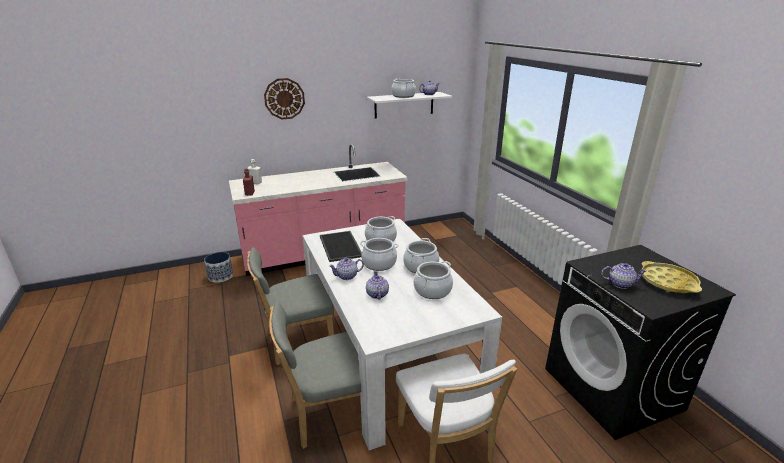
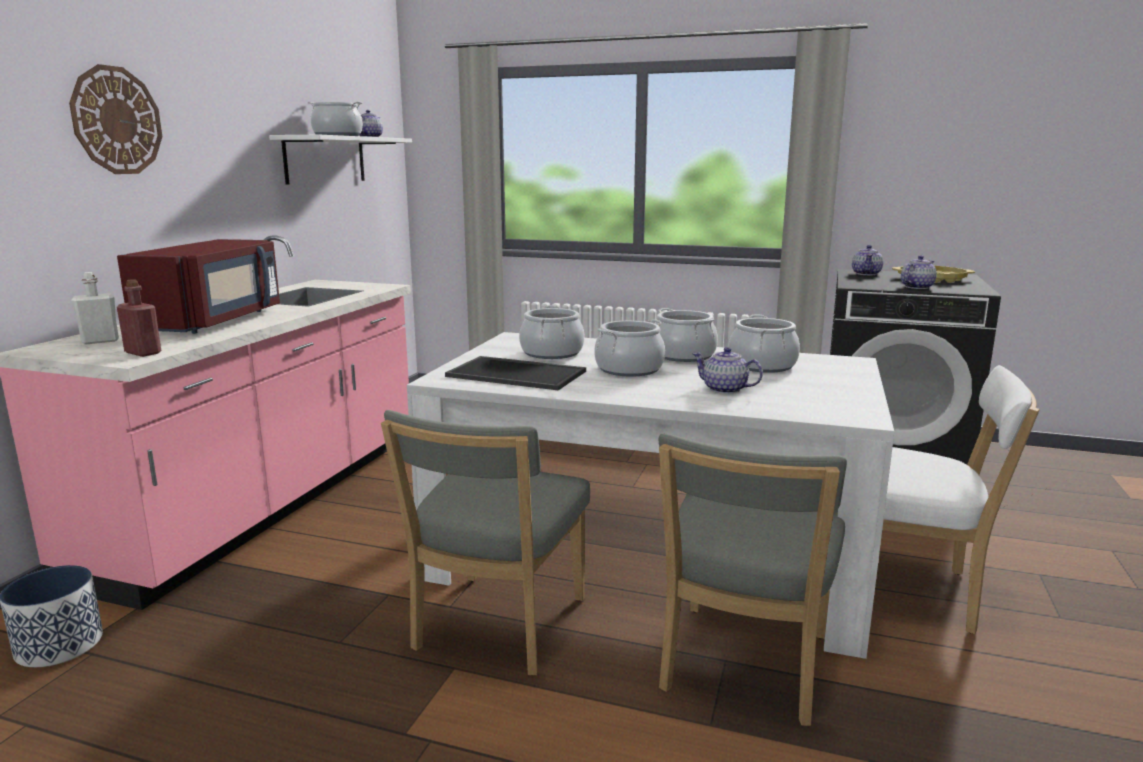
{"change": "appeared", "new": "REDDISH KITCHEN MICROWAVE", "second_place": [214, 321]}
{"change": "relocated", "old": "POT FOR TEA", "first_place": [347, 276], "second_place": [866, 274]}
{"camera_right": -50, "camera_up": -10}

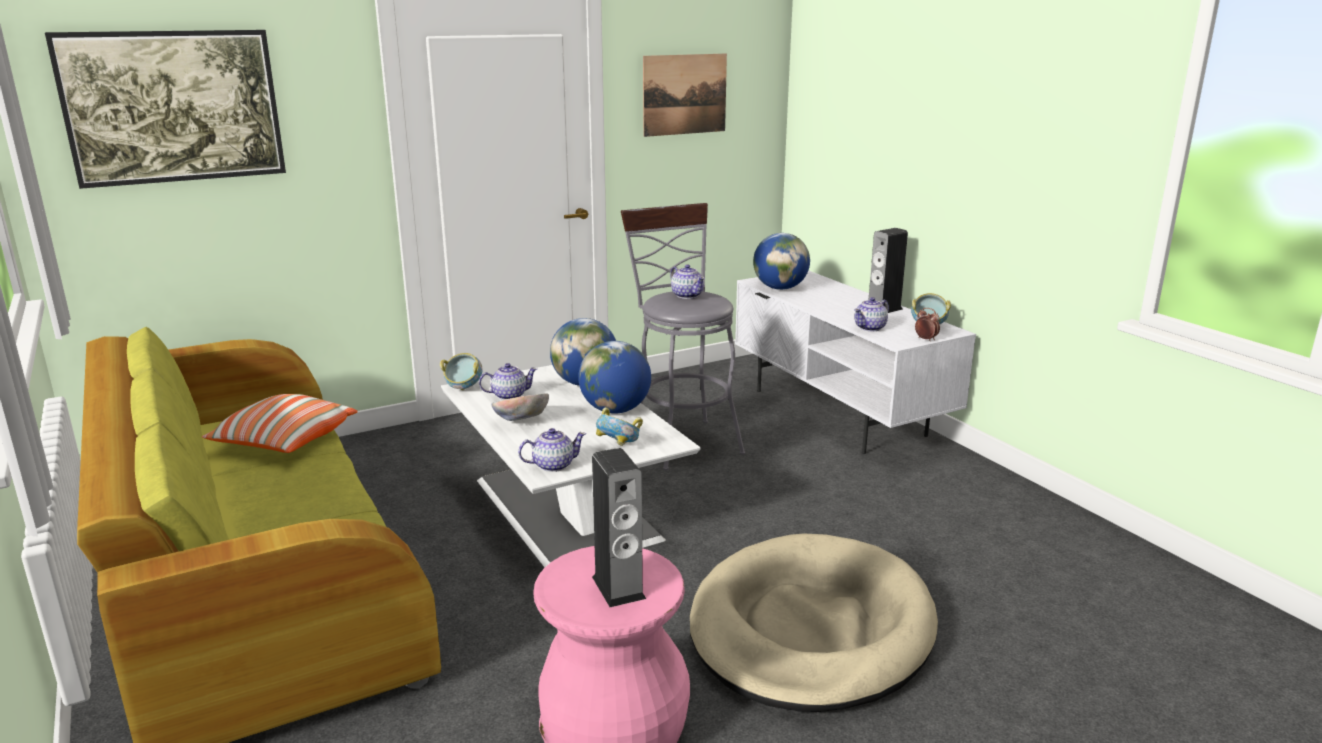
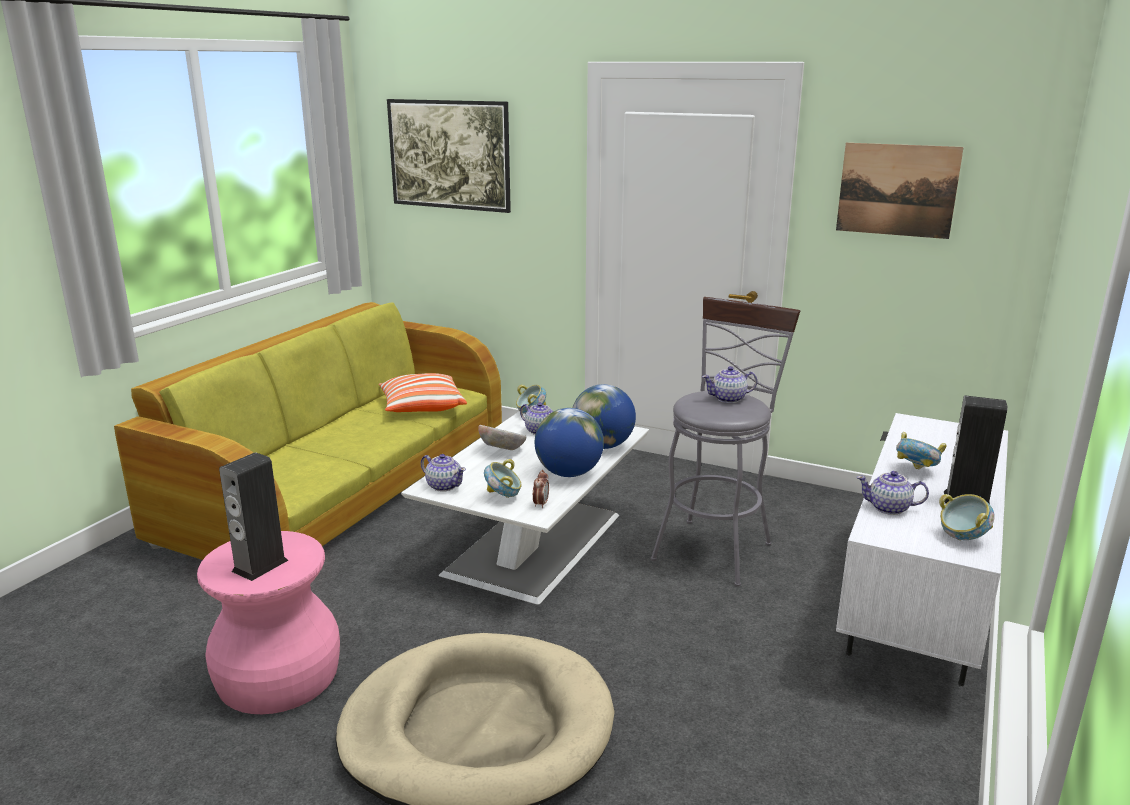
{"change": "missing", "old": "DESK GLOBE", "first_place": [780, 288]}
{"change": "appeared", "new": "DEEP DISH", "second_place": [916, 470]}
{"change": "relocated", "old": "ALARM CLOCK", "first_place": [925, 339], "second_place": [541, 504]}
{"change": "spun", "old": "POT FOR TEA", "first_place": [687, 295], "second_place": [729, 399], "degrees": 60}
{"camera_right": 55, "camera_up": 0}

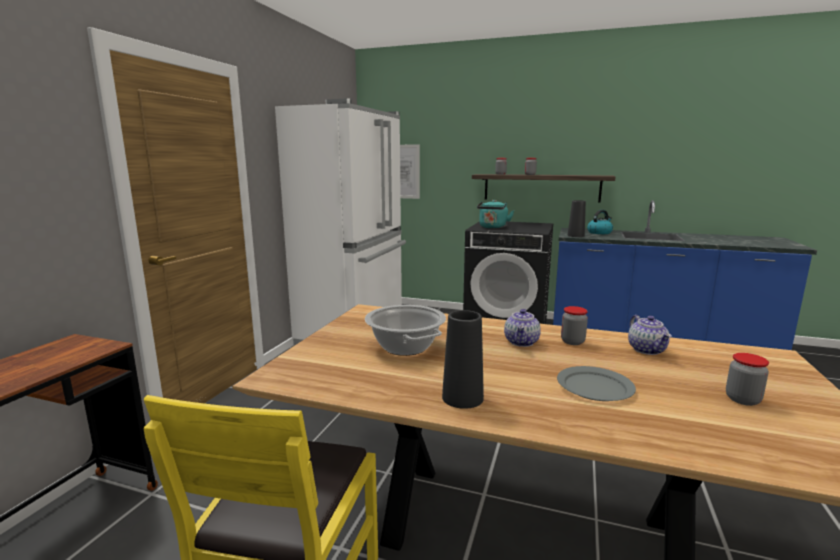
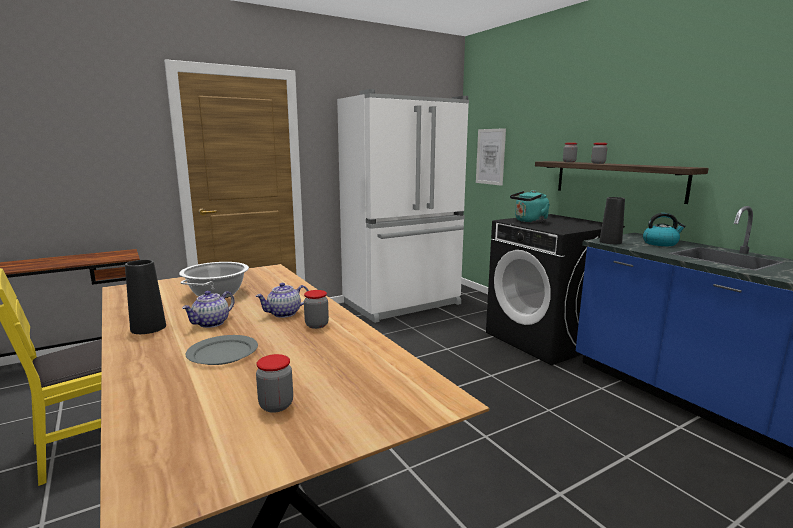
{"change": "relocated", "old": "POT FOR TEA", "first_place": [647, 350], "second_place": [211, 323]}
{"camera_right": 40, "camera_up": 0}

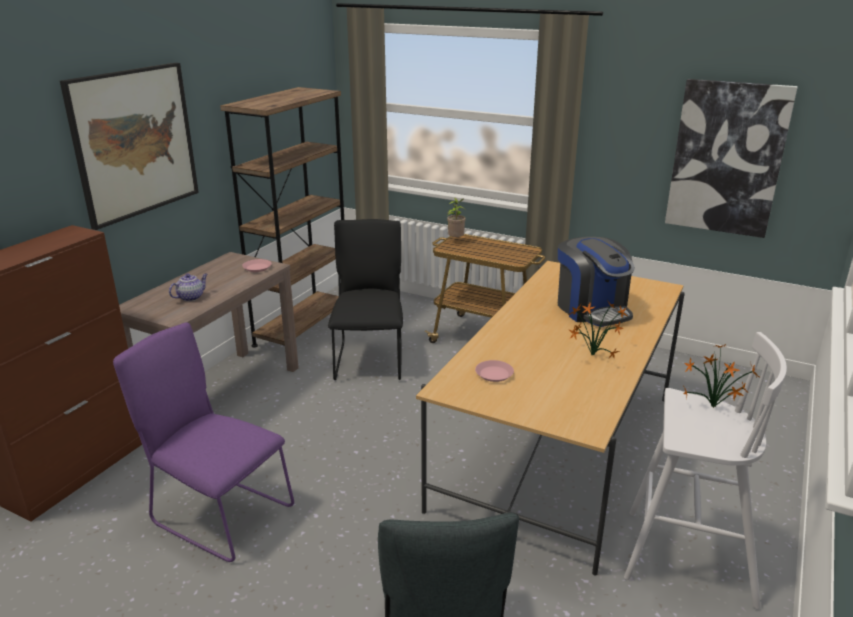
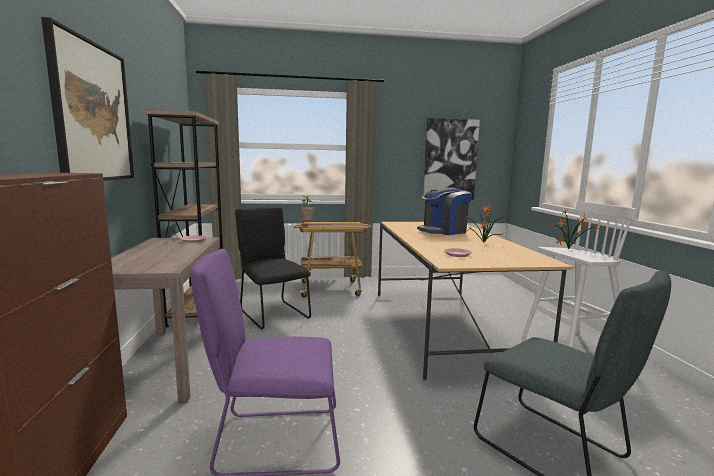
{"change": "missing", "old": "POT FOR TEA", "first_place": [191, 297]}
{"change": "spun", "old": "COFFEE BREWER", "first_place": [592, 309], "second_place": [443, 231], "degrees": 120}
{"camera_right": -35, "camera_up": -15}

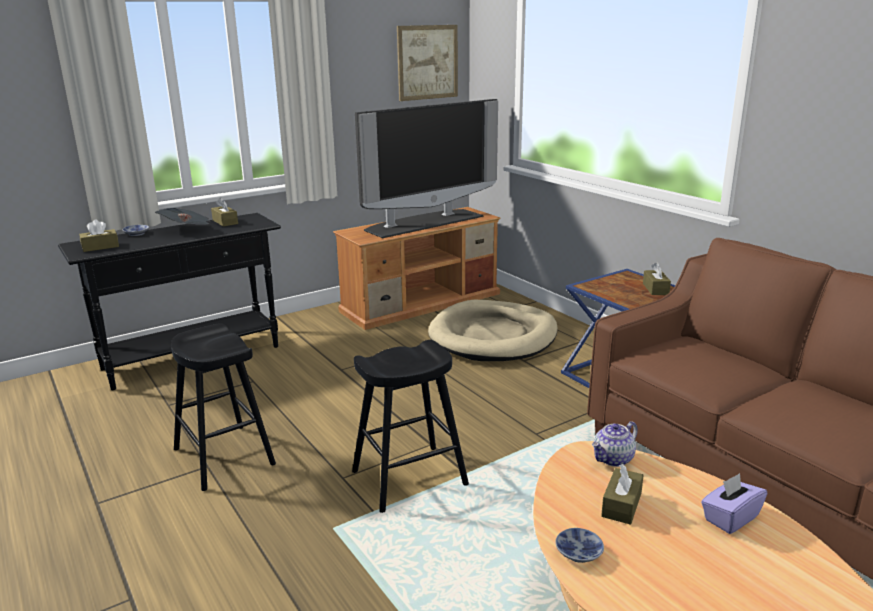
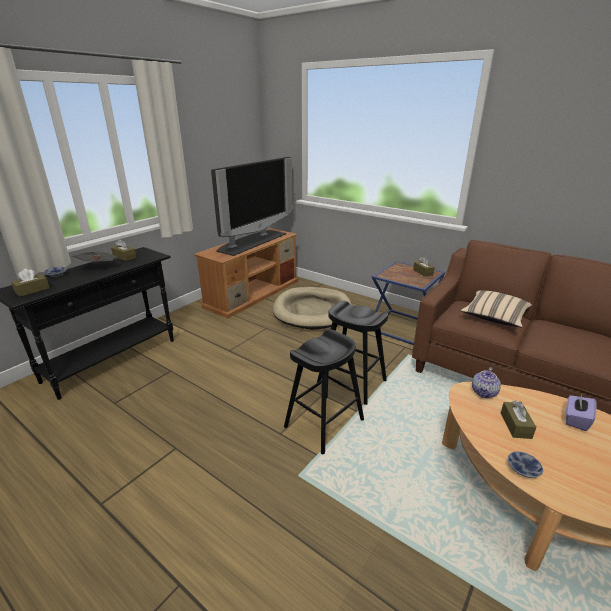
{"change": "missing", "old": "WALL ART", "first_place": [427, 62]}
{"change": "appeared", "new": "SAND-COLOURED PILLOW", "second_place": [494, 318]}
{"change": "relocated", "old": "BLACK STOOL SEAT", "first_place": [224, 457], "second_place": [351, 382]}
{"camera_right": -20, "camera_up": 5}

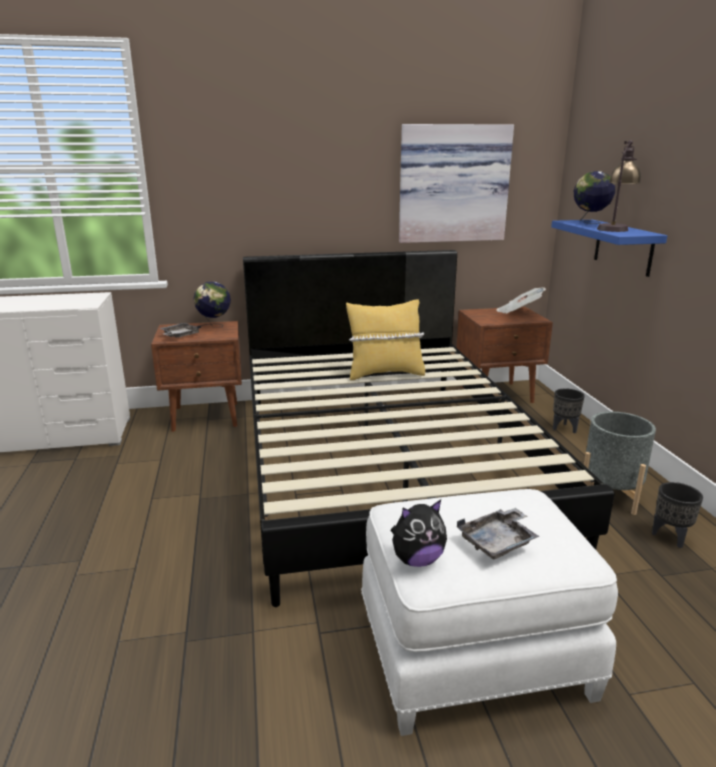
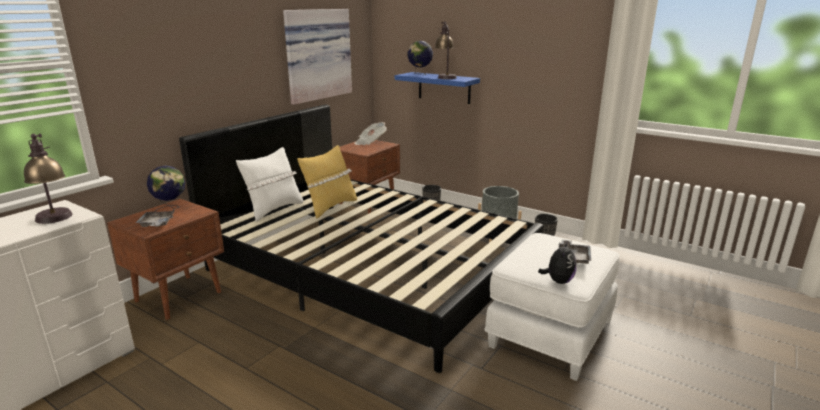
{"change": "appeared", "new": "TABLE LAMP", "second_place": [56, 221]}
{"change": "appeared", "new": "WHITISH PILLOW", "second_place": [274, 209]}
{"camera_right": -45, "camera_up": 0}

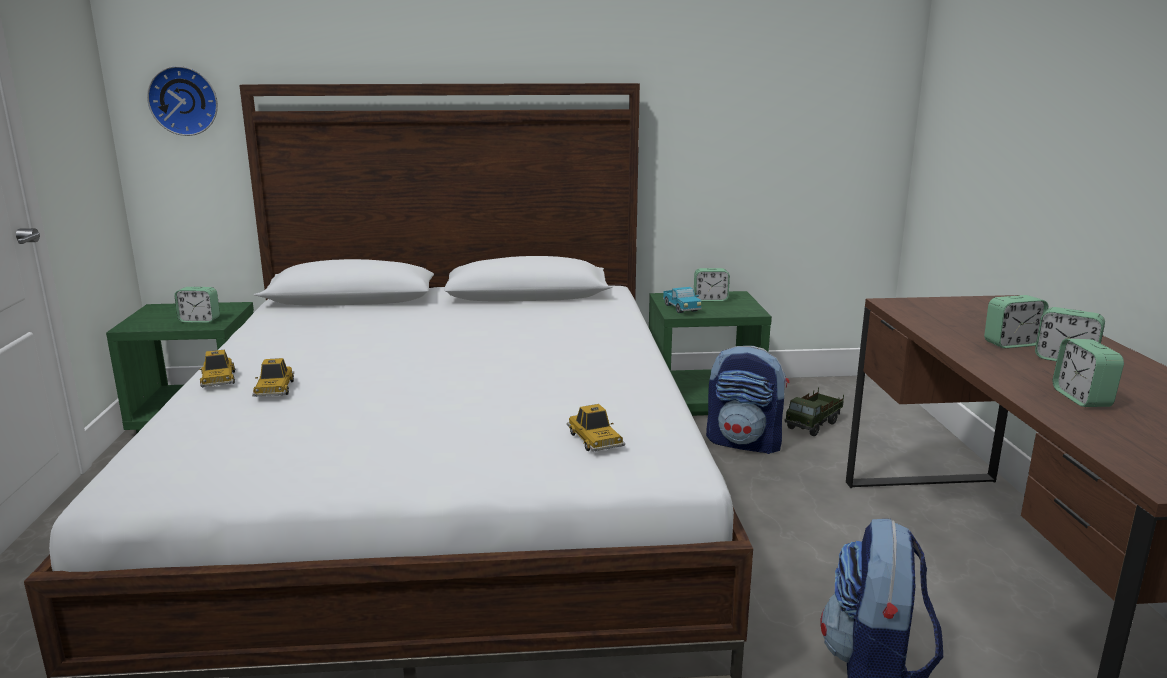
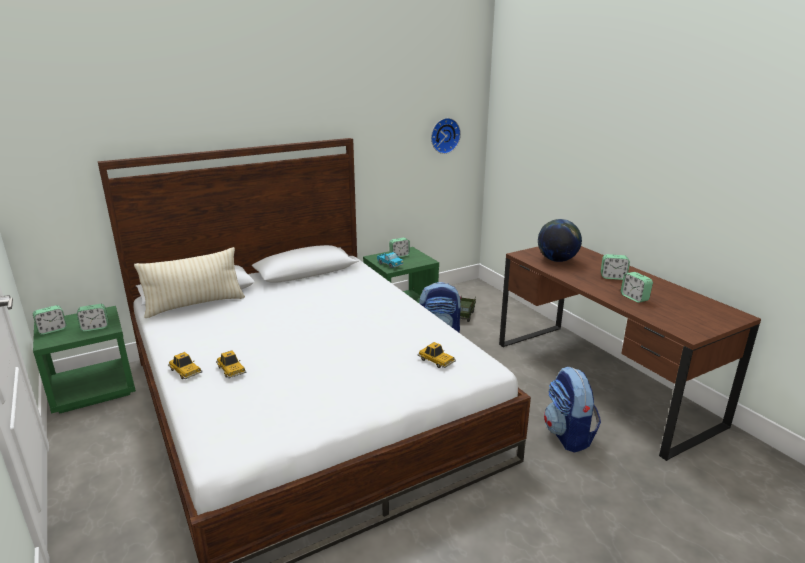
{"change": "appeared", "new": "SAND-COLOURED PILLOW", "second_place": [195, 305]}
{"change": "appeared", "new": "DESK GLOBE", "second_place": [557, 260]}
{"change": "relocated", "old": "HANGING CLOCK", "first_place": [184, 101], "second_place": [444, 135]}
{"change": "relocated", "old": "ALARM CLOCK", "first_place": [1011, 344], "second_place": [52, 330]}
{"camera_right": -25, "camera_up": 5}

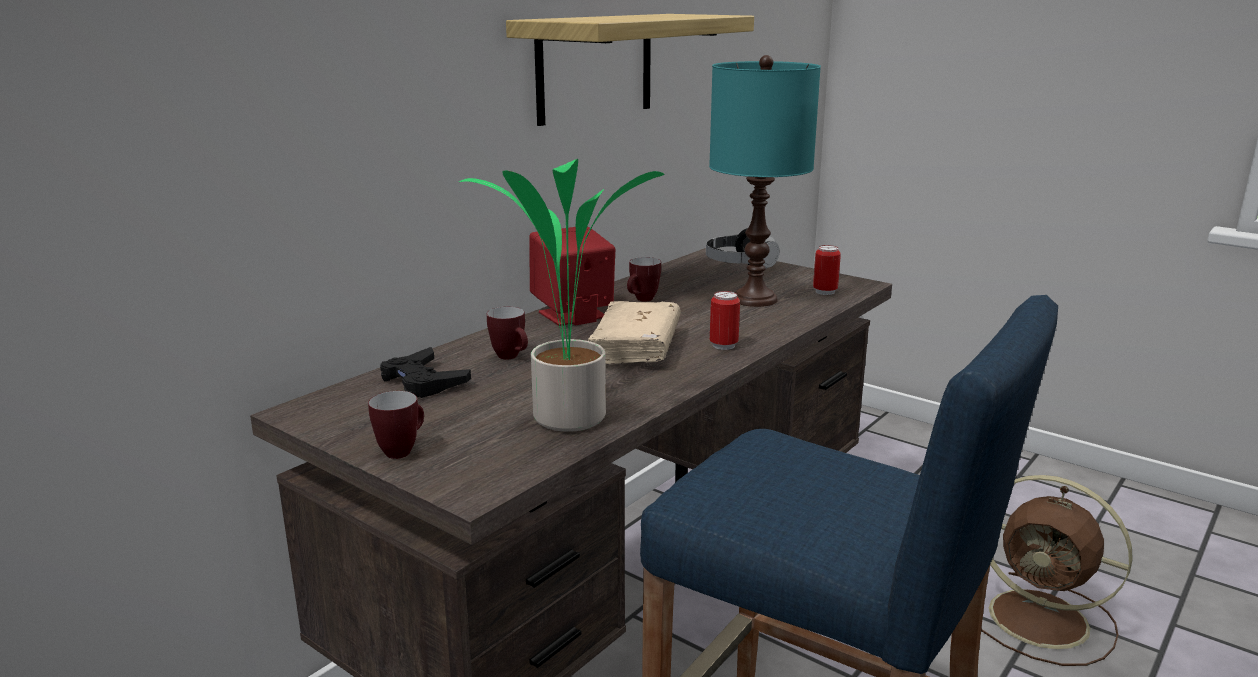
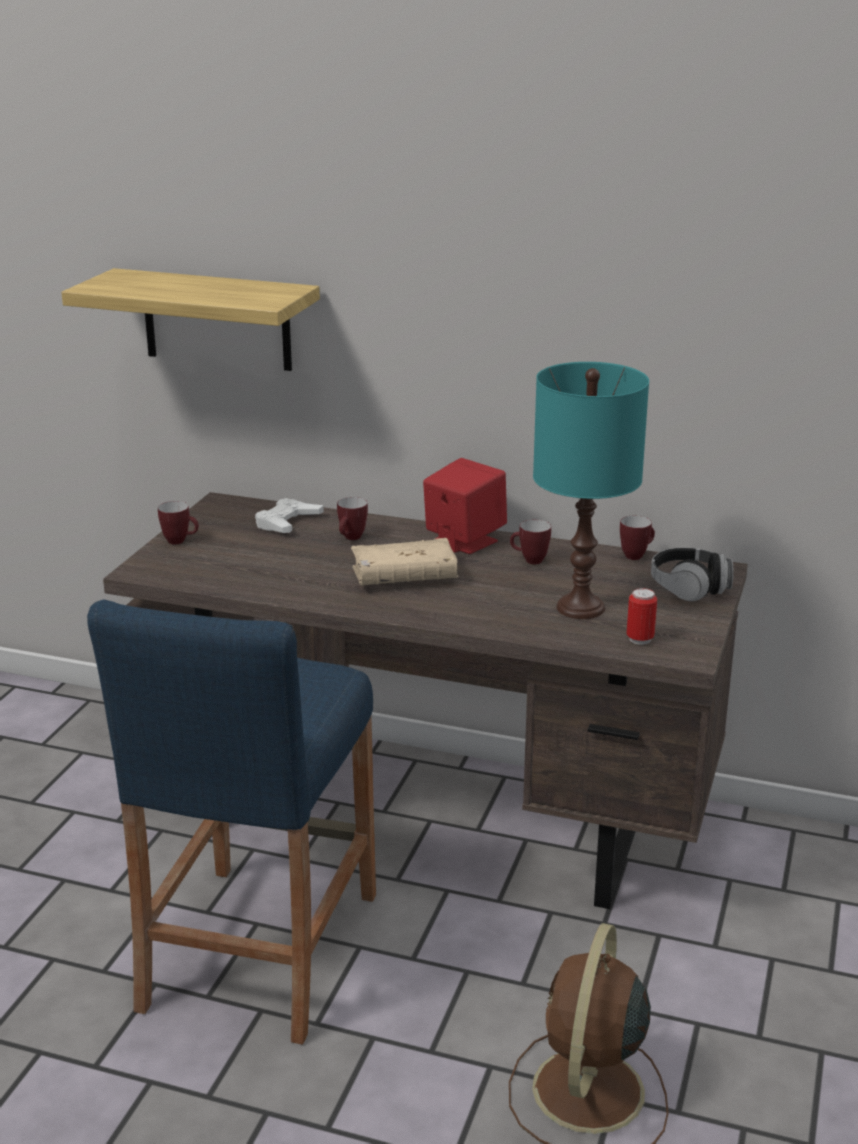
{"change": "missing", "old": "PLANT IN A POT", "first_place": [565, 419]}
{"change": "missing", "old": "SEALED CAN", "first_place": [723, 345]}
{"change": "appeared", "new": "COFFEE MUG", "second_place": [636, 555]}
{"change": "relocated", "old": "WALL SHELF", "first_place": [595, 67], "second_place": [217, 320]}
{"change": "colour", "old": "BLACK GAMEPAD", "new": "WHITISH GAMEPAD", "first_place": [423, 381], "second_place": [287, 522]}
{"camera_right": 70, "camera_up": 5}

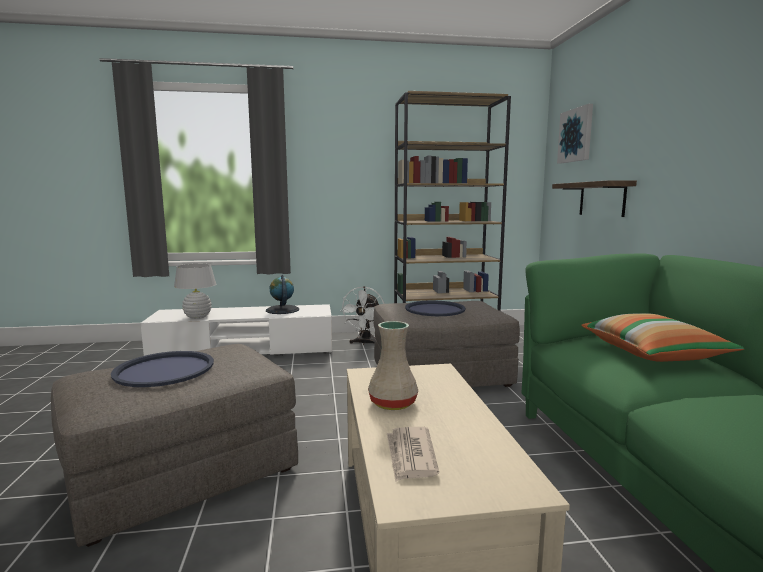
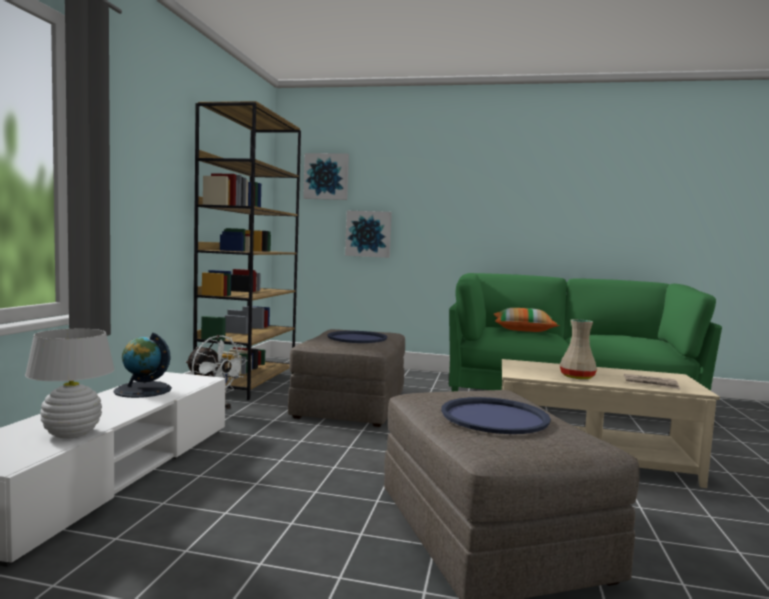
{"change": "exchanged", "old": "WALL SHELF", "new": "WALL ART", "first_place": [602, 199], "second_place": [368, 234]}
{"camera_right": -70, "camera_up": -5}

